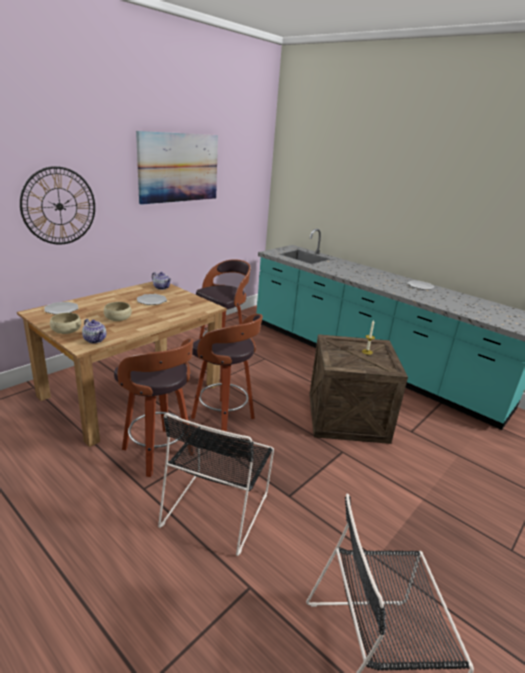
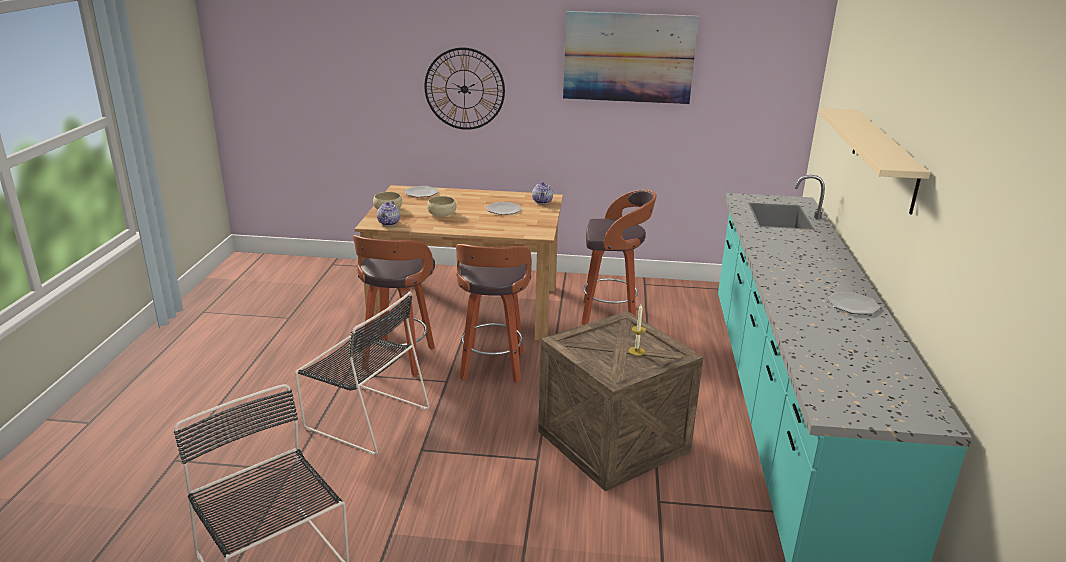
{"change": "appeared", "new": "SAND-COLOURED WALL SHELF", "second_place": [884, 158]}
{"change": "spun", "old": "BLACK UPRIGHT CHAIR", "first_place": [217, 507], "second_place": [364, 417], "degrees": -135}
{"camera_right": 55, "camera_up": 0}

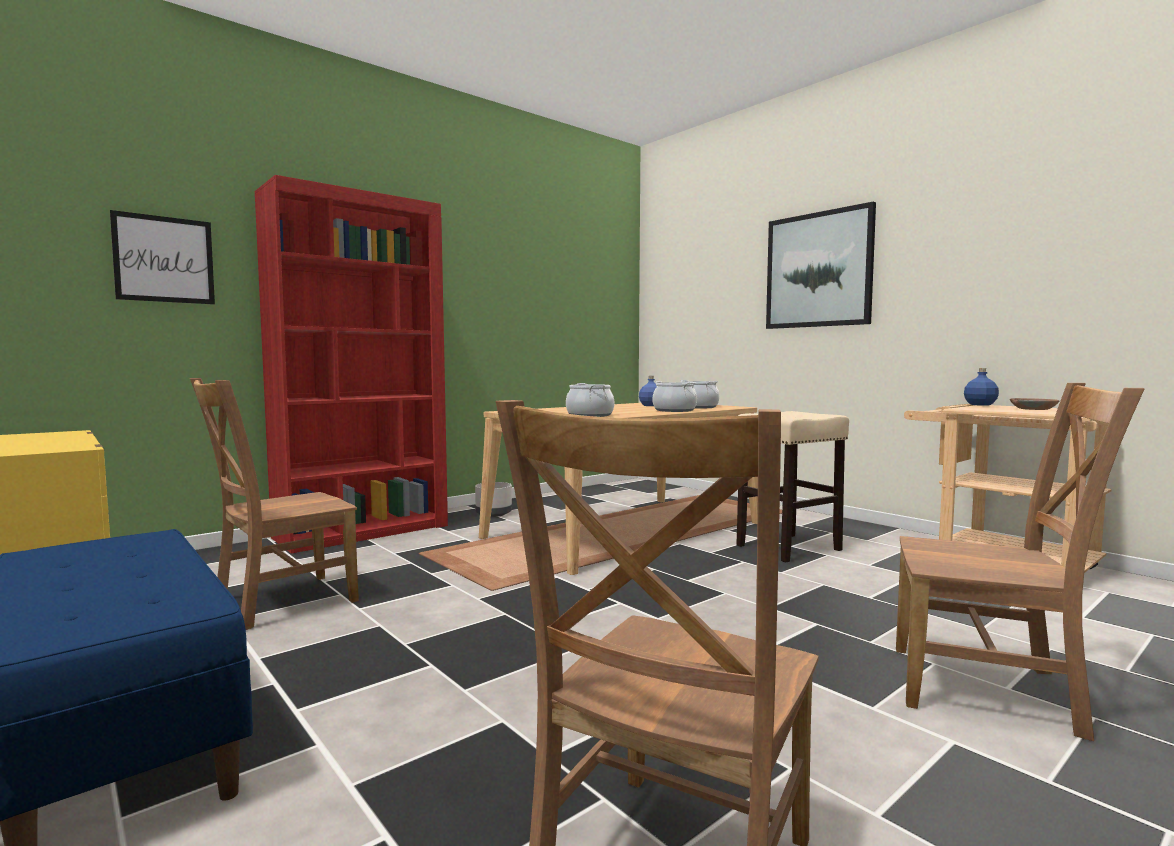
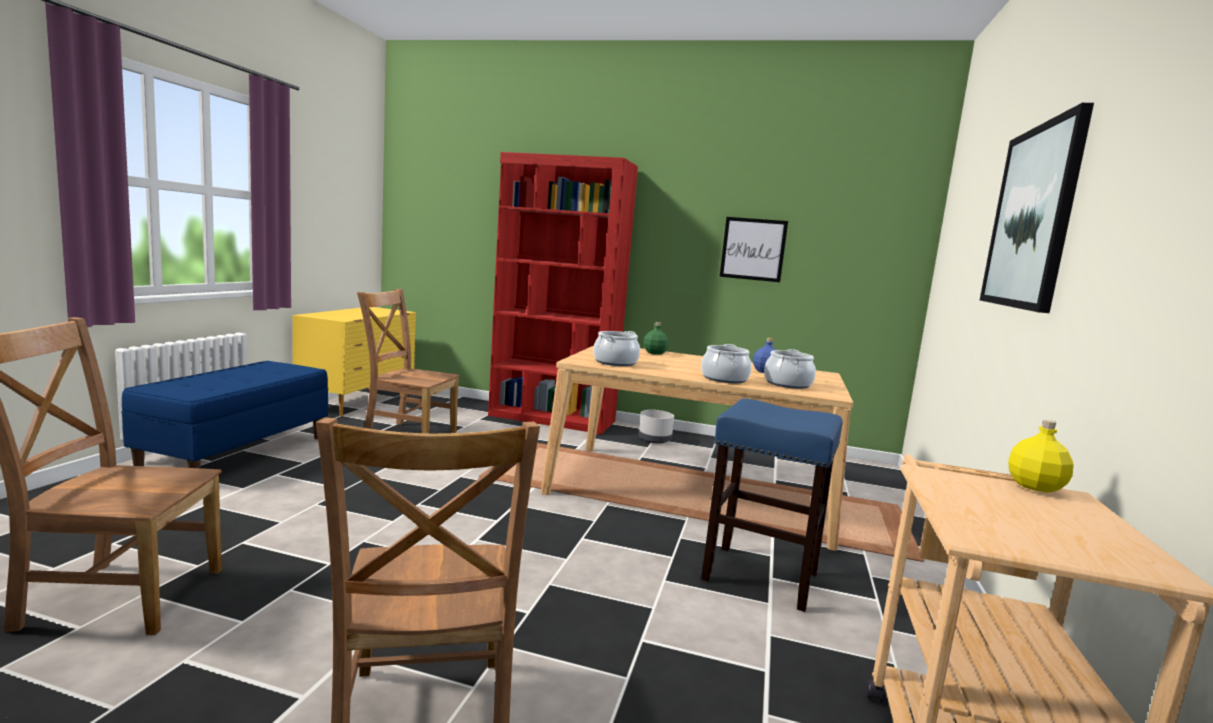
{"change": "missing", "old": "BROWNISH DEEP DISH", "first_place": [1033, 409]}
{"change": "appeared", "new": "GREEN-COLOURED DRINK BOTTLE", "second_place": [654, 353]}
{"change": "relocated", "old": "WALL ART", "first_place": [164, 259], "second_place": [753, 249]}
{"change": "colour", "old": "SAND-COLOURED STOOL SEAT", "new": "BLUE STOOL SEAT", "first_place": [787, 548], "second_place": [758, 576]}
{"change": "colour", "old": "BLUE DRINK BOTTLE", "new": "YELLOWISH DRINK BOTTLE", "first_place": [979, 405], "second_place": [1034, 486]}
{"camera_right": 55, "camera_up": 5}

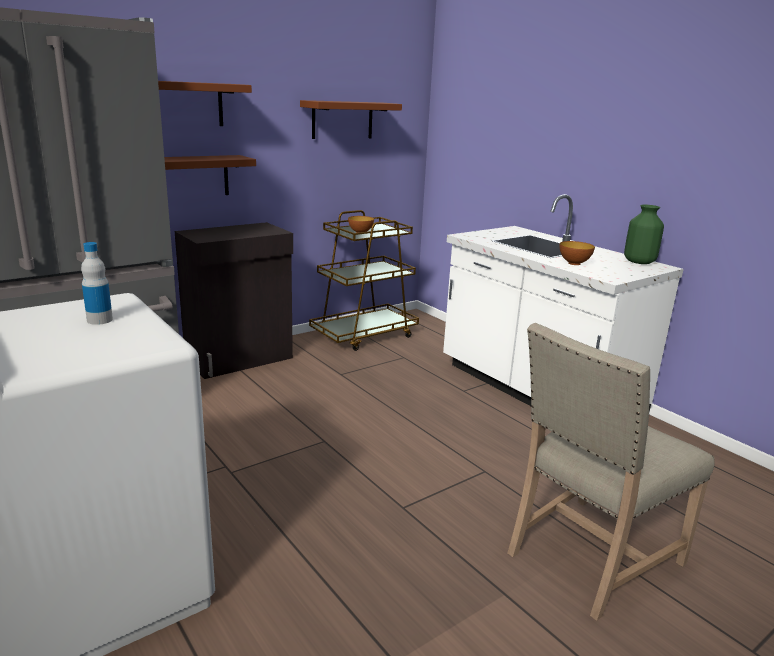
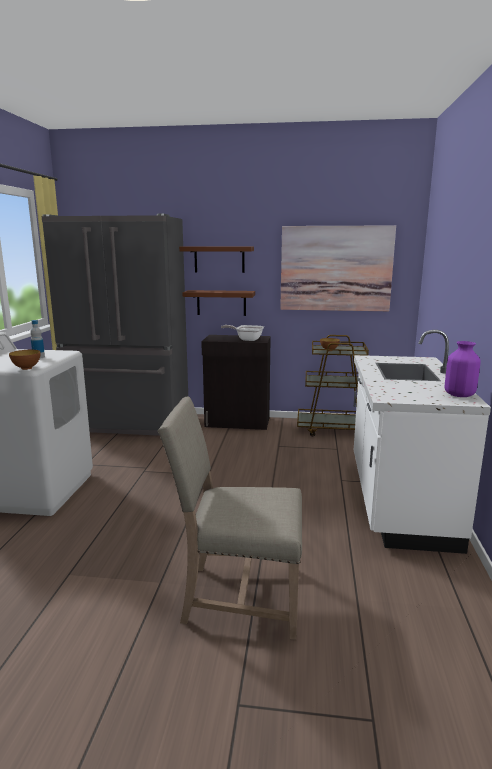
{"change": "appeared", "new": "FRYING PAN", "second_place": [246, 339]}
{"change": "relocated", "old": "DEEP DISH", "first_place": [574, 263], "second_place": [26, 368]}
{"change": "exchanged", "old": "BROWNISH WALL SHELF", "new": "WALL ART", "first_place": [342, 120], "second_place": [336, 268]}
{"change": "colour", "old": "GREEN-COLOURED DECORATIVE VASE", "new": "PURPLISH DECORATIVE VASE", "first_place": [639, 262], "second_place": [459, 395]}
{"camera_right": 45, "camera_up": -5}

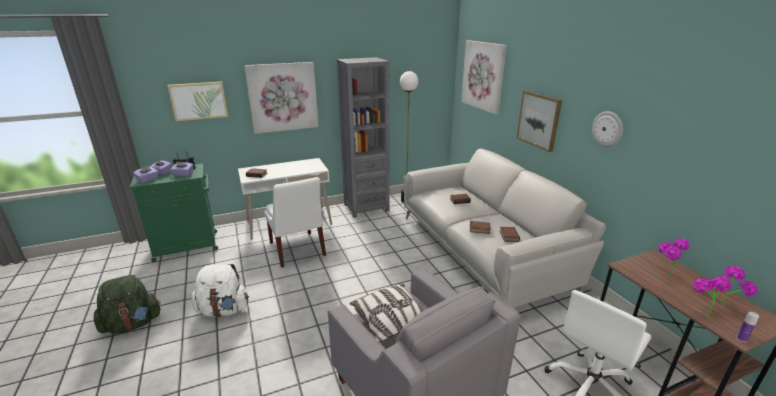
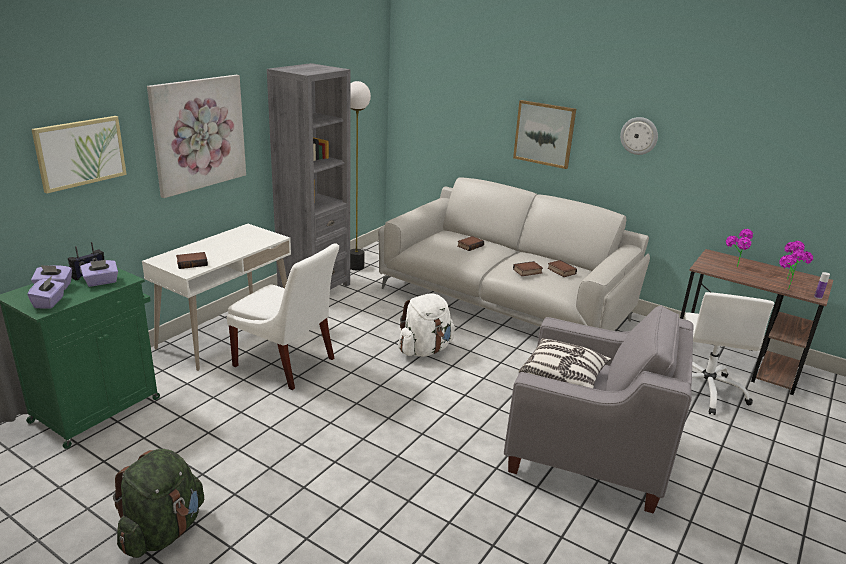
{"change": "missing", "old": "WALL ART", "first_place": [483, 76]}
{"change": "relocated", "old": "WHITISH KNAPSACK", "first_place": [224, 310], "second_place": [425, 350]}
{"camera_right": -35, "camera_up": 0}

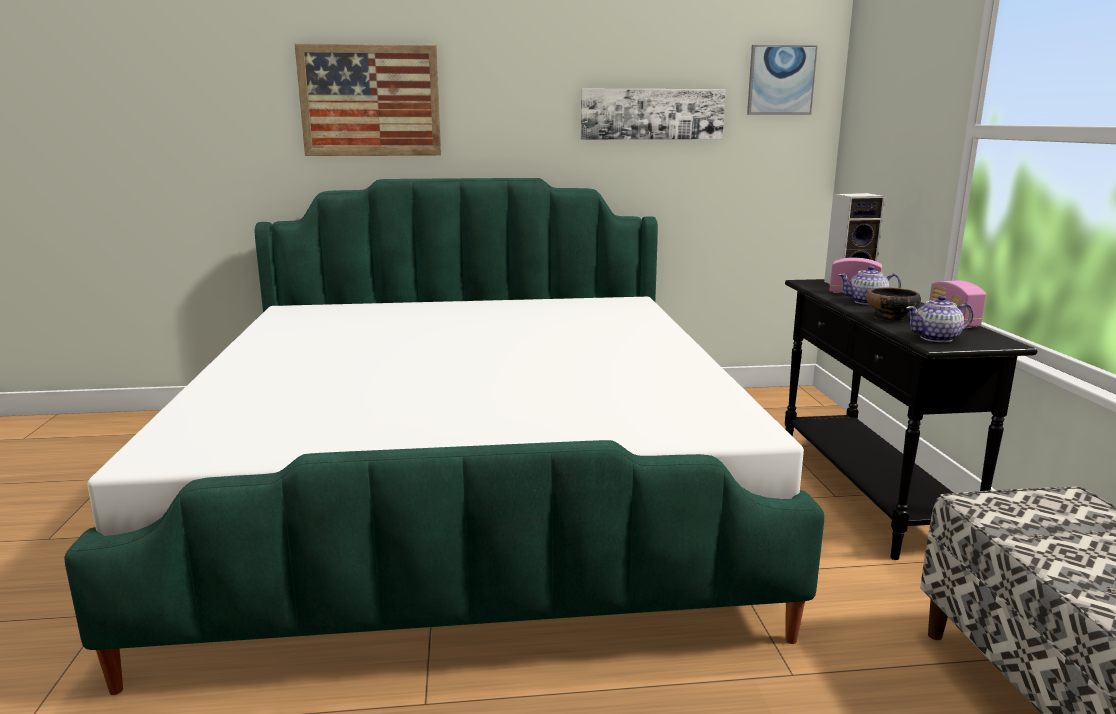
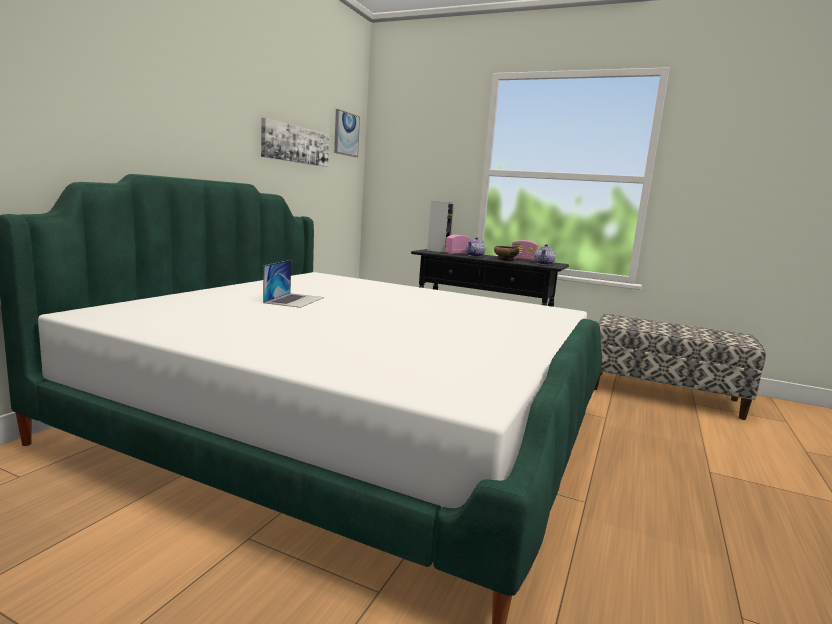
{"change": "missing", "old": "WALL ART", "first_place": [370, 101]}
{"change": "appeared", "new": "LAPTOP", "second_place": [294, 300]}
{"camera_right": -60, "camera_up": -5}

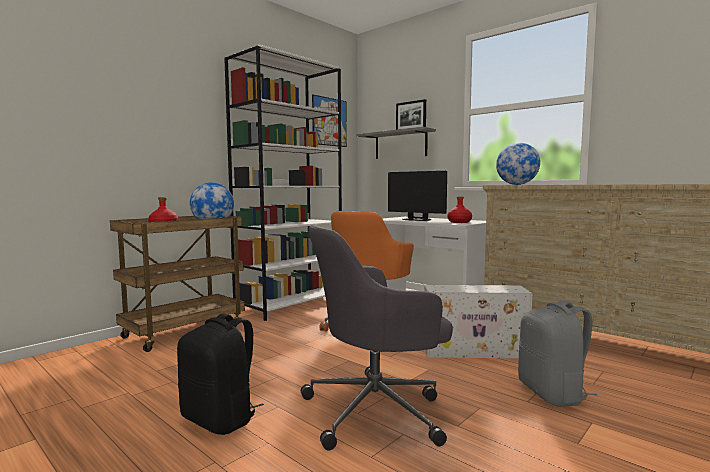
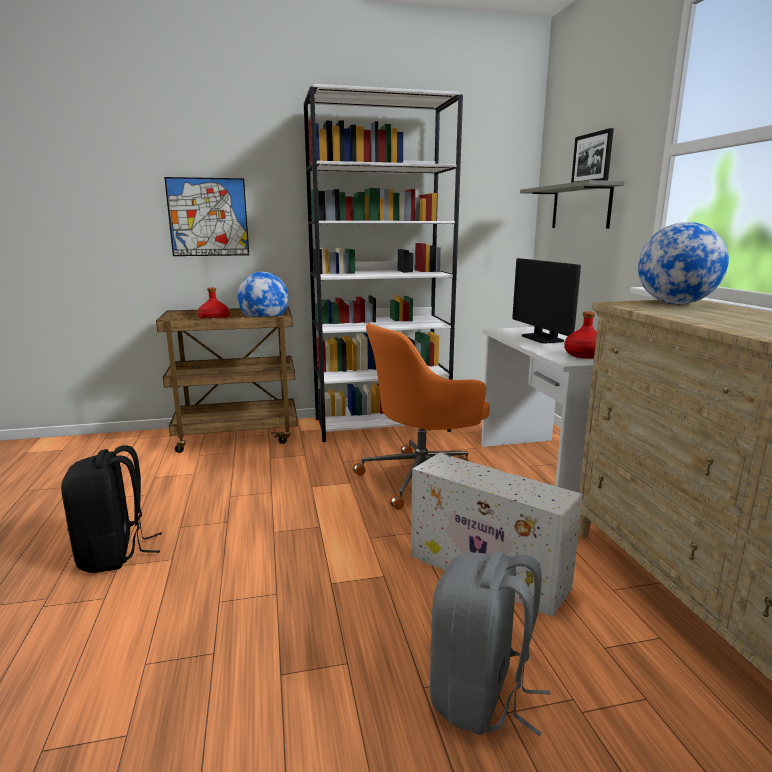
{"change": "missing", "old": "GREY COMPUTER CHAIR", "first_place": [377, 410]}
{"change": "relocated", "old": "WALL ART", "first_place": [329, 122], "second_place": [208, 217]}
{"camera_right": 35, "camera_up": 10}

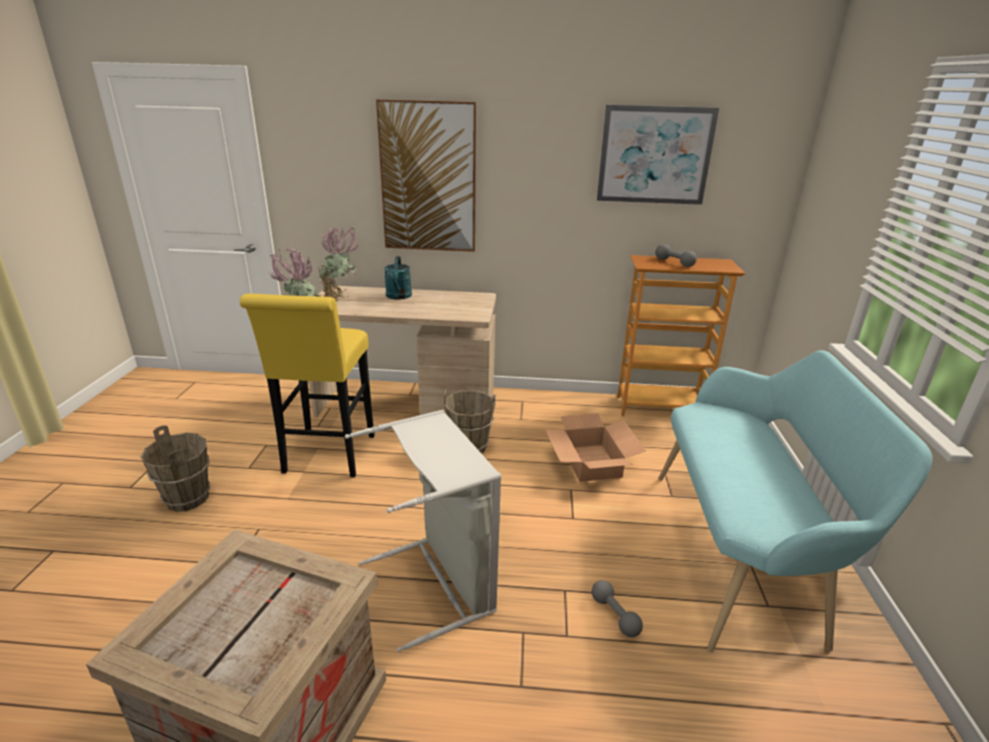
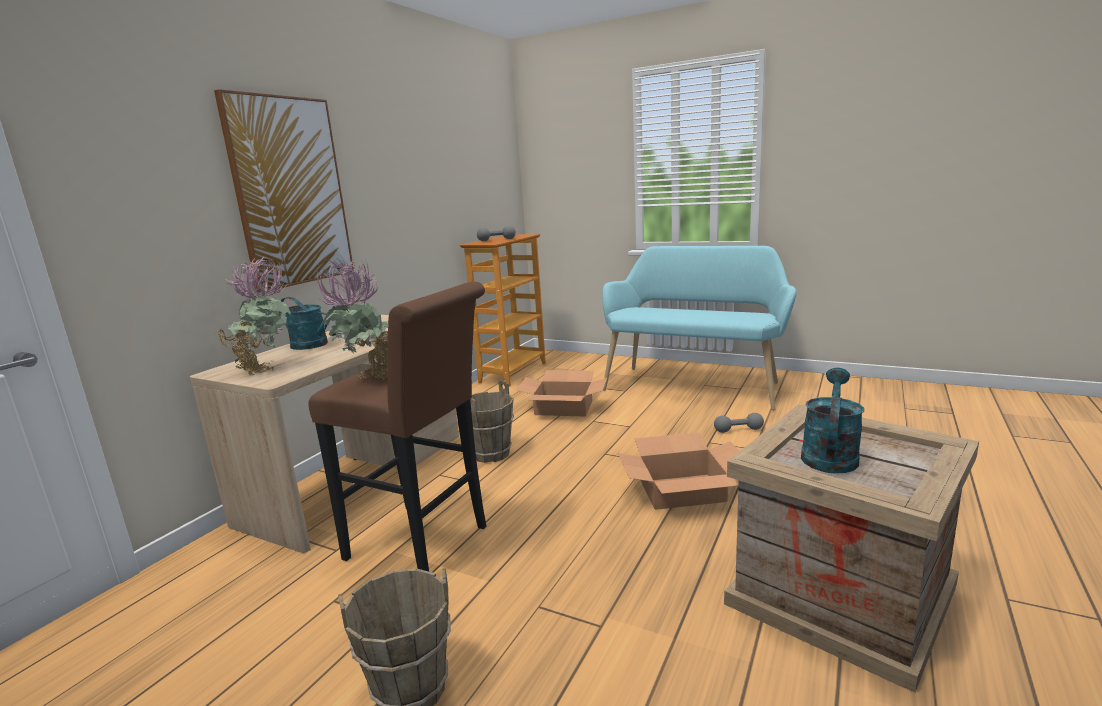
{"change": "missing", "old": "WALL ART", "first_place": [654, 155]}
{"change": "appeared", "new": "TURQUOISE-COLOURED WATERING CAN", "second_place": [829, 454]}
{"change": "exchanged", "old": "GREY LAUNDRY BASKET", "new": "CARDBOARD BOX", "first_place": [439, 582], "second_place": [682, 491]}
{"change": "colour", "old": "YELLOWISH STOOL SEAT", "new": "BROWNISH STOOL SEAT", "first_place": [327, 458], "second_place": [425, 545]}
{"camera_right": -65, "camera_up": -10}

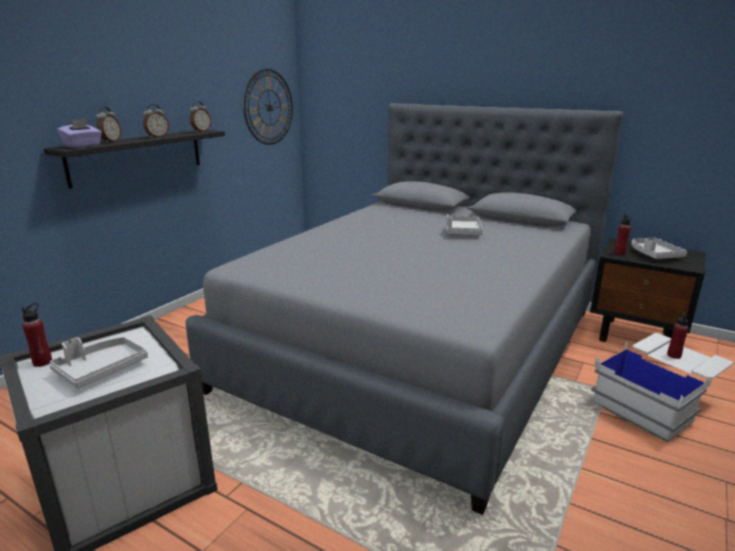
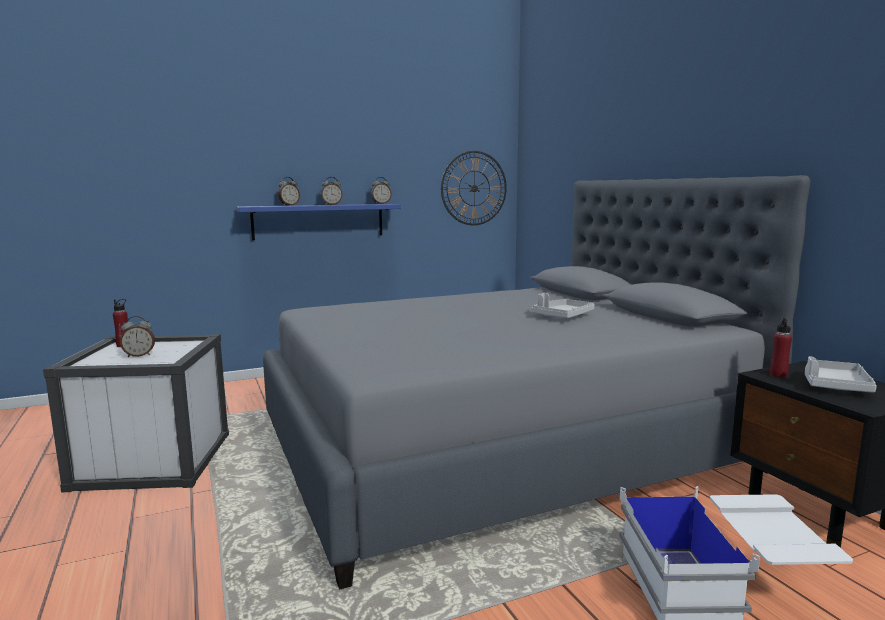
{"change": "missing", "old": "PURPLISH BOX OF TISSUES", "first_place": [83, 146]}
{"change": "missing", "old": "REDDISH DRINK BOTTLE", "first_place": [674, 355]}
{"change": "exchanged", "old": "GREY TRAY", "new": "ALARM CLOCK", "first_place": [101, 370], "second_place": [139, 355]}
{"change": "colour", "old": "BLACK WALL SHELF", "new": "BLUE WALL SHELF", "first_place": [138, 156], "second_place": [319, 221]}
{"camera_right": 35, "camera_up": -10}

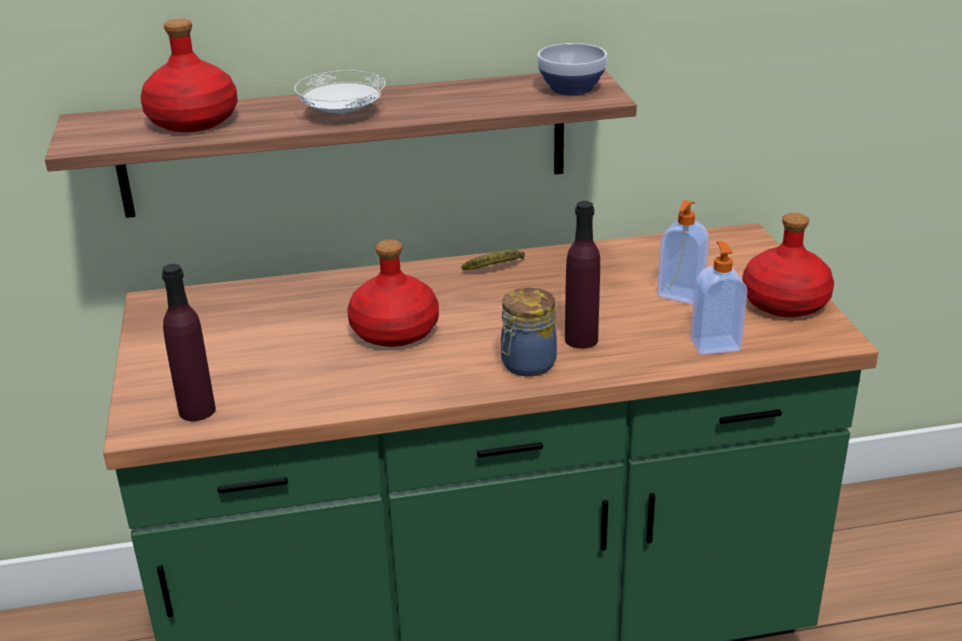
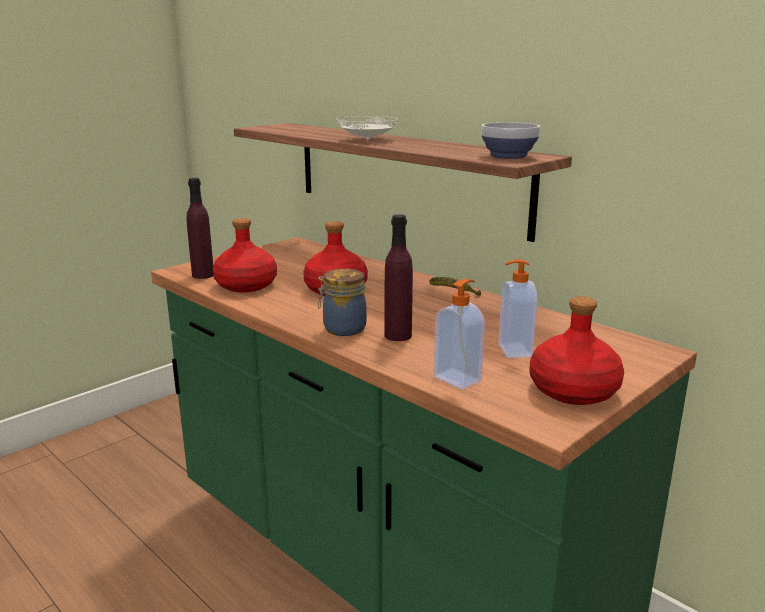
{"change": "relocated", "old": "REDDISH DRINK BOTTLE", "first_place": [193, 121], "second_place": [246, 285]}
{"camera_right": 55, "camera_up": -10}

